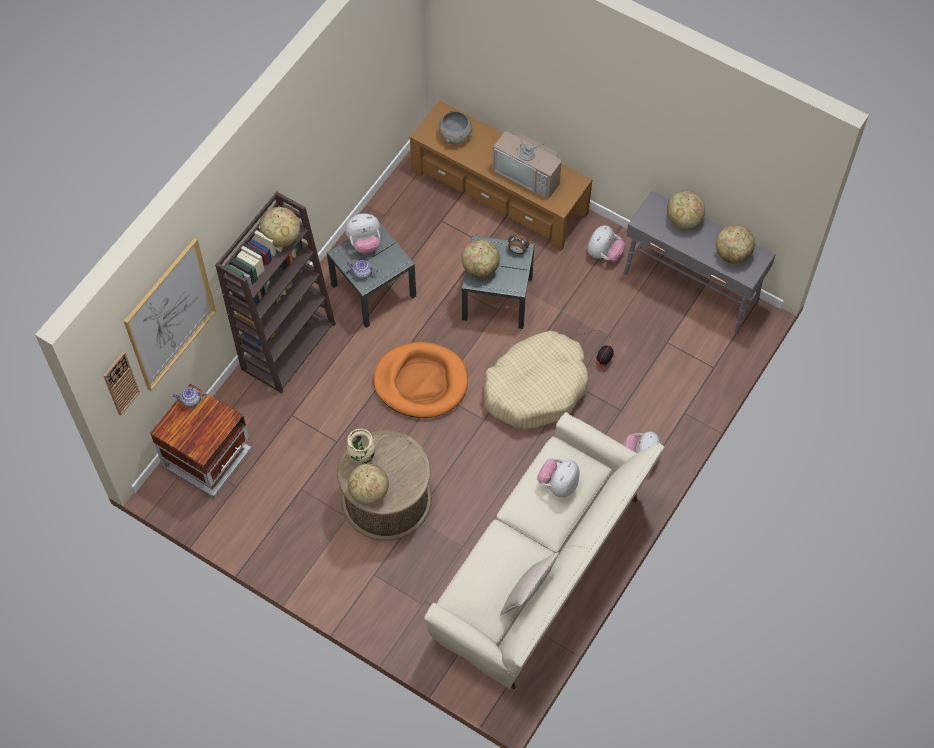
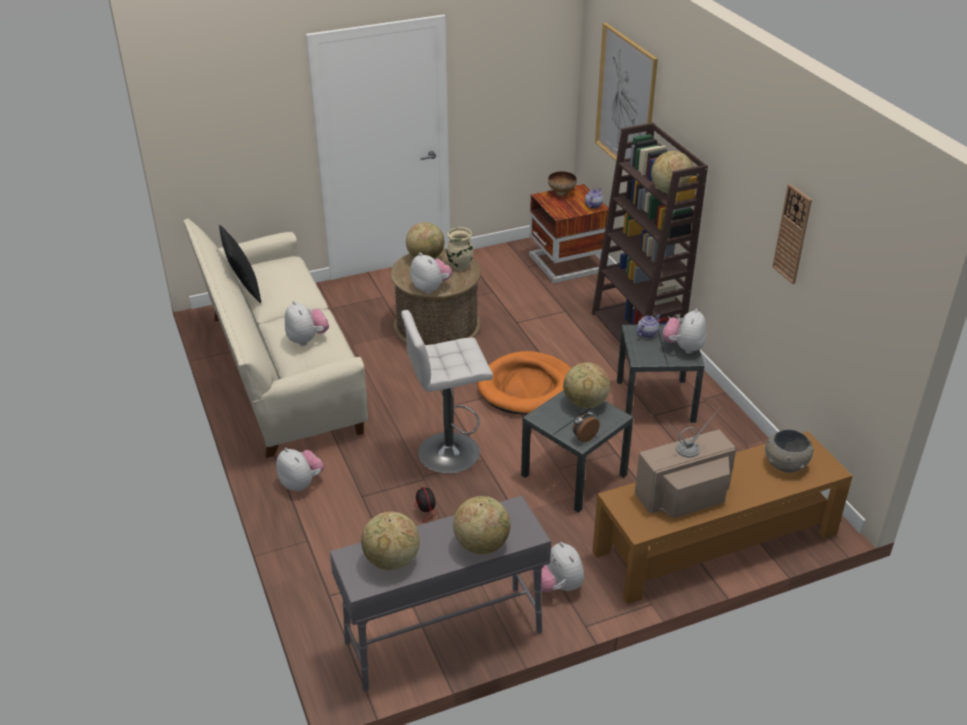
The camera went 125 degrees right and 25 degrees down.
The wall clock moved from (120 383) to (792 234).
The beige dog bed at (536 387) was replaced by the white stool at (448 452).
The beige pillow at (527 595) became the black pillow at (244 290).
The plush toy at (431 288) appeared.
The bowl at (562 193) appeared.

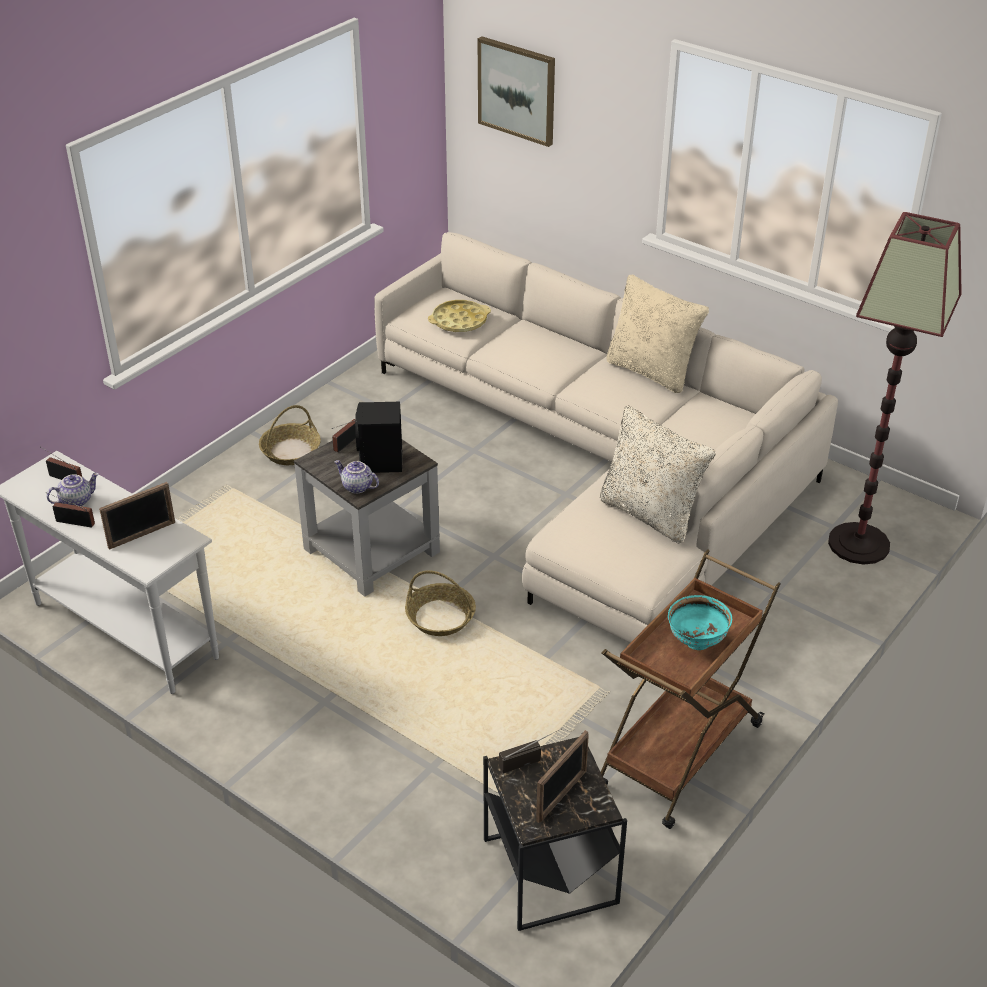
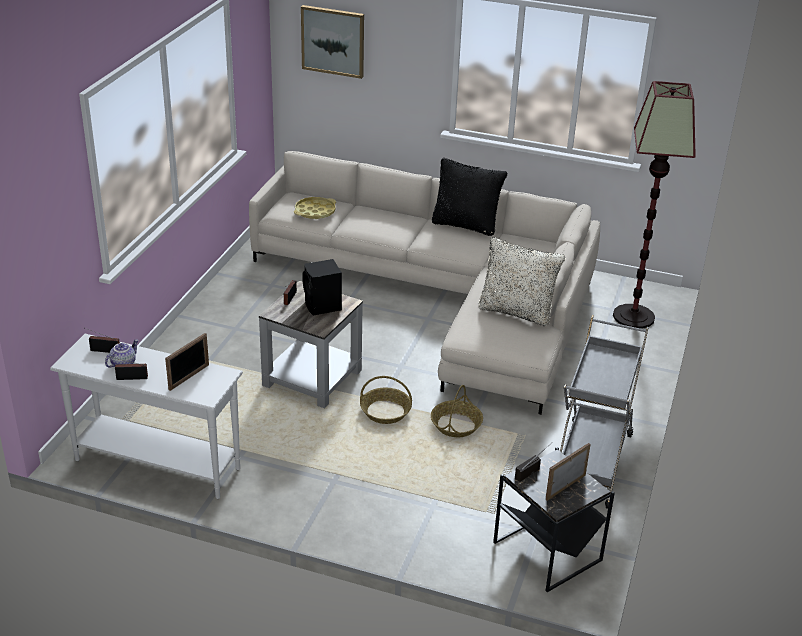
The camera went 20 degrees left and 5 degrees down.
The basket moved from (291 451) to (456 424).
The teapot at (356 487) disappeared.
The picture frame at (562 795) turned 150 degrees counterclockwise.
The brown cart at (678 757) became the grey cart at (590 465).
The beige pillow at (651 374) became the black pillow at (465 227).
The turquoise bowl at (697 642) disappeared.

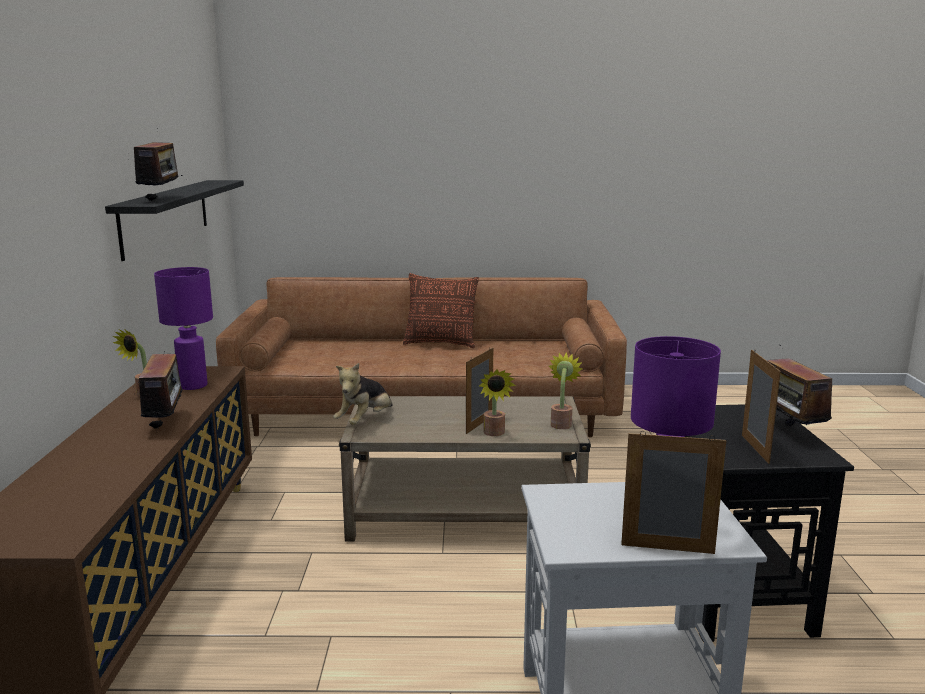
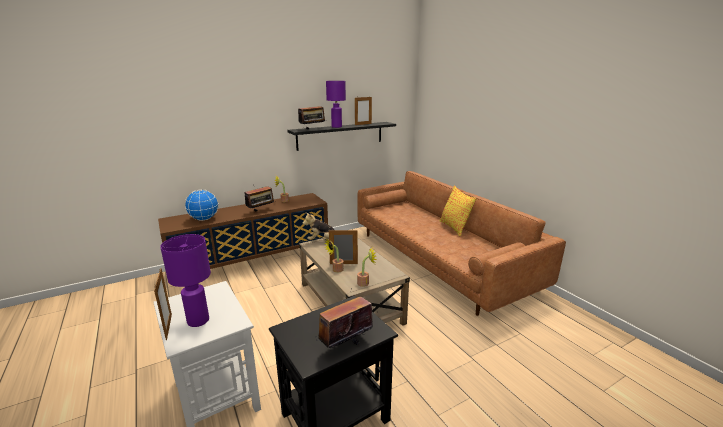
The camera went 60 degrees right and 5 degrees up.
The purple table lamp moved from (193 385) to (337 127).
The brown pillow at (441 343) became the yellow pillow at (454 228).
The picture frame moved from (755 449) to (363 124).
The globe at (204 219) appeared.

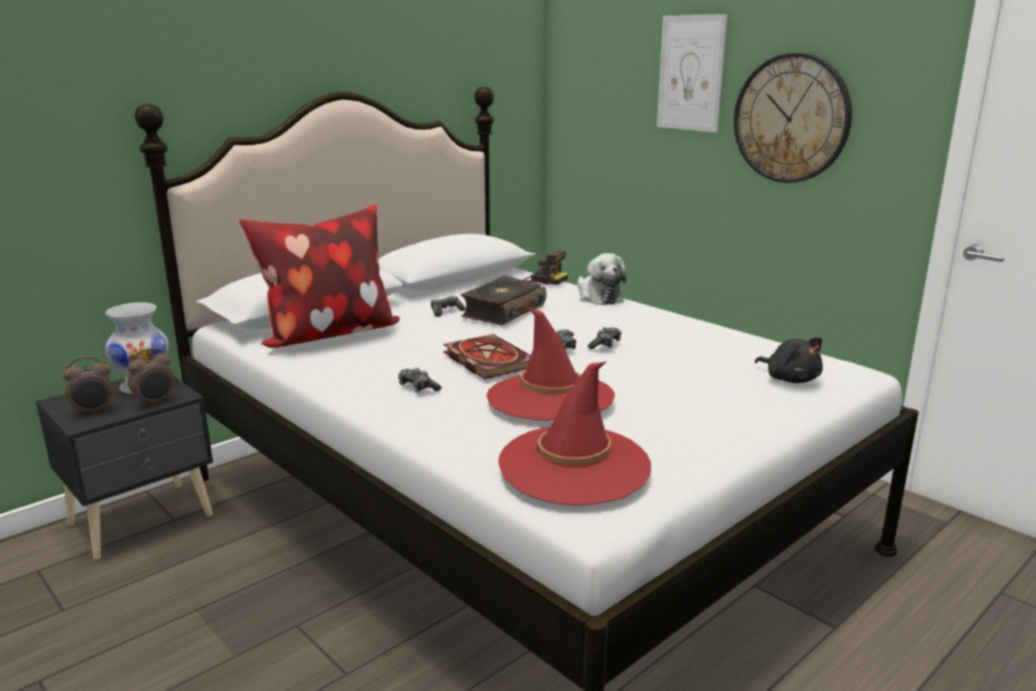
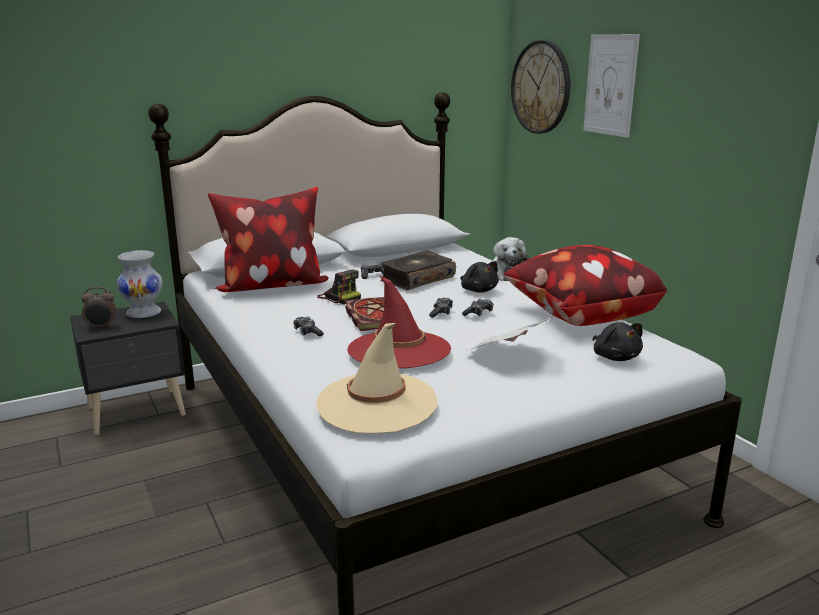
The camera went 15 degrees right and 0 degrees up.
The alarm clock at (155 402) disappeared.
The red hat at (574 465) became the beige hat at (377 403).
The photo camera moved from (544 279) to (339 297).
The wall clock moved from (791 118) to (541 87).
The black plush toy at (478 290) appeared.
The newspaper at (507 355) appeared.
The pillow at (579 316) appeared.

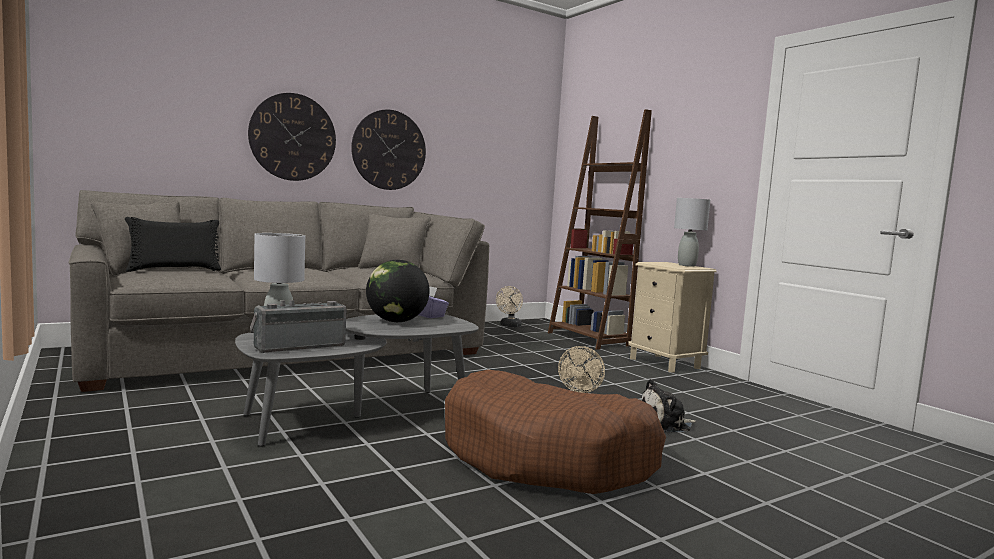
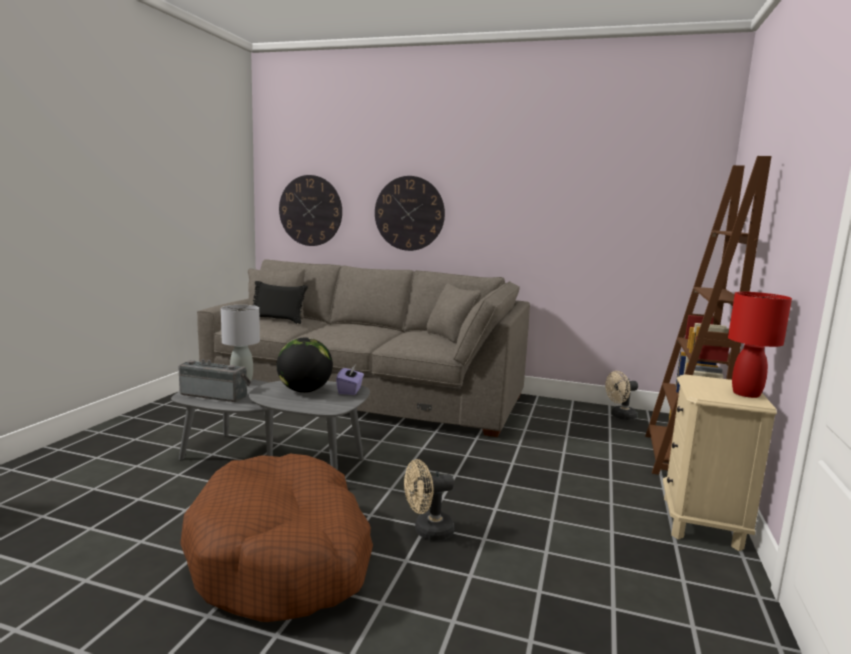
The camera went 50 degrees right and 5 degrees up.
The wall clock moved from (389 150) to (310 210).
The plush toy at (666 424) disappeared.
The grey table lamp at (687 265) became the red table lamp at (746 394).

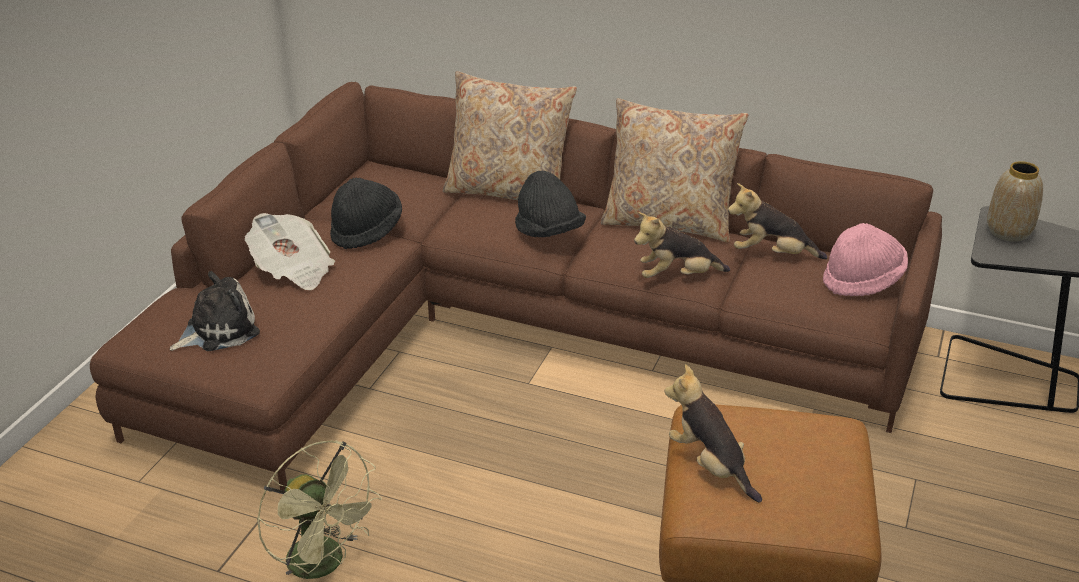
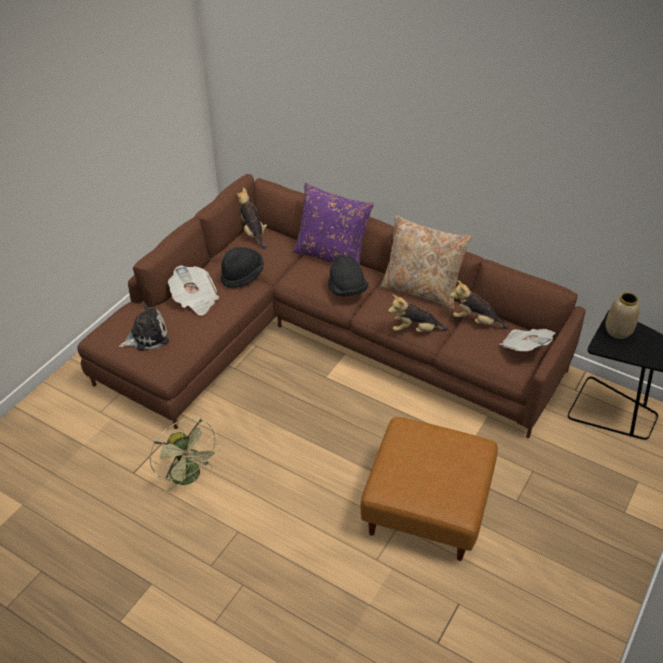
The camera went 10 degrees right and 10 degrees up.
The beige pillow at (508 191) became the purple pillow at (331 255).
The plush toy moved from (710 465) to (253 233).
The pink hat at (862 281) was replaced by the newspaper at (524 348).

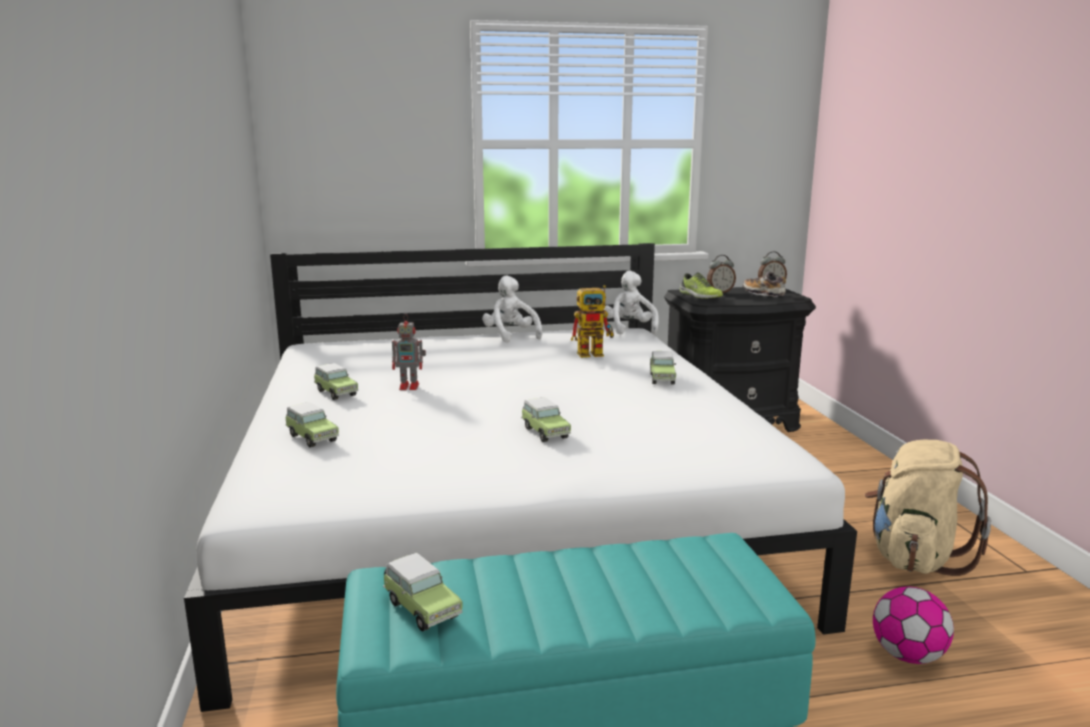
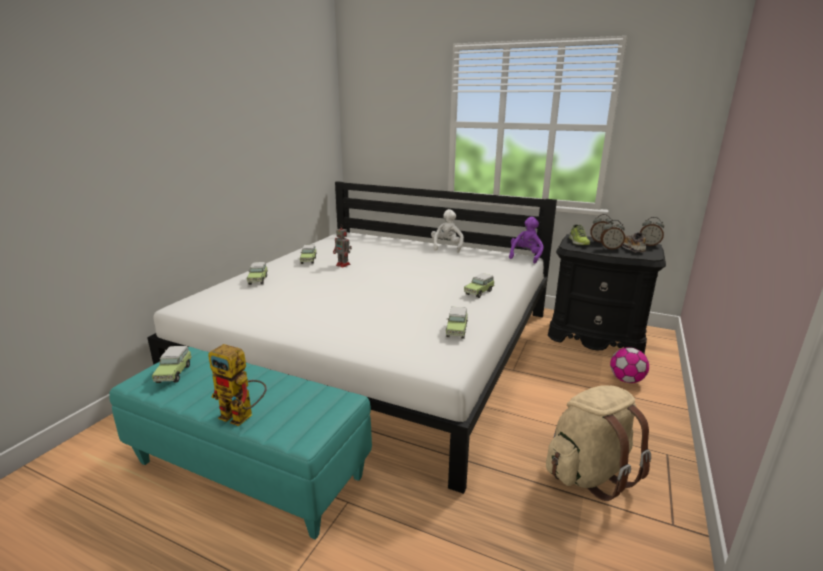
The camera went 35 degrees right and 5 degrees up.
The toy car moved from (544 432) to (456 330).
The toy robot moved from (595 353) to (243 416).
The white plush toy at (629 329) became the purple plush toy at (525 256).
The football moved from (907 656) to (626 380).
The alarm clock at (610 248) appeared.

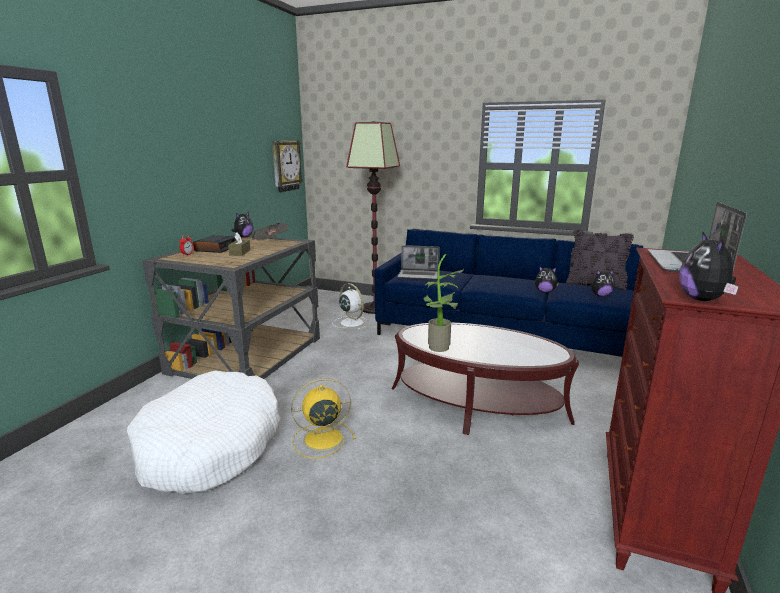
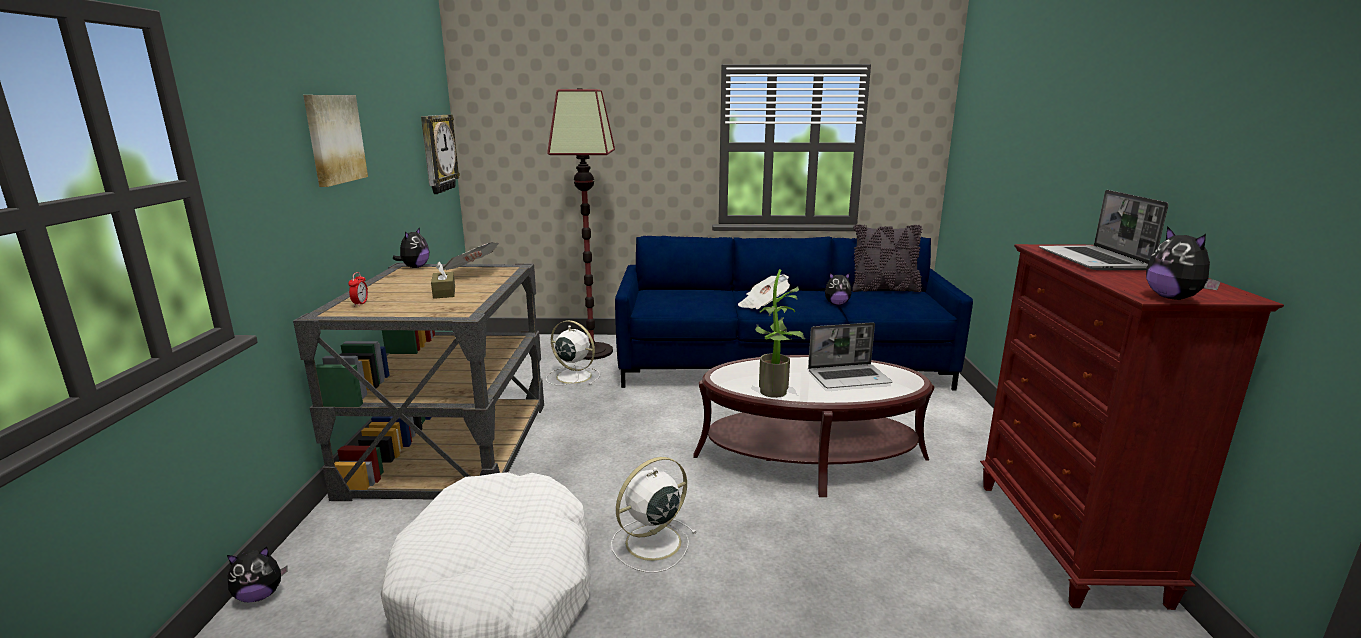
The camera went 20 degrees left and 0 degrees up.
The alarm clock at (216 248) disappeared.
The yellow fan at (321 439) became the white fan at (651 543).
The laptop moved from (419 275) to (849 377).
The plush toy moved from (600 295) to (260 595).
The picture at (334 139) appeared.
The newspaper at (763 305) appeared.

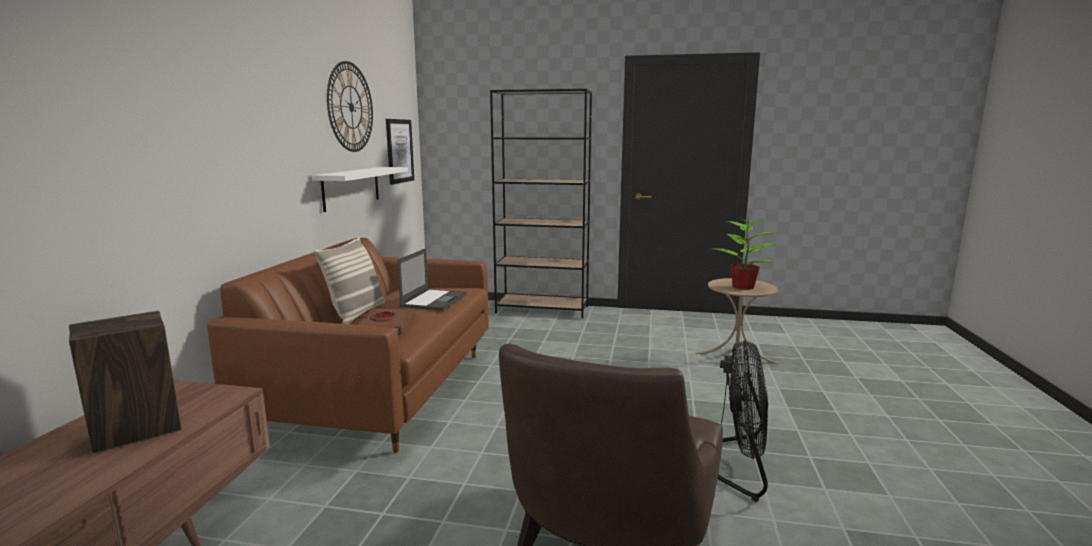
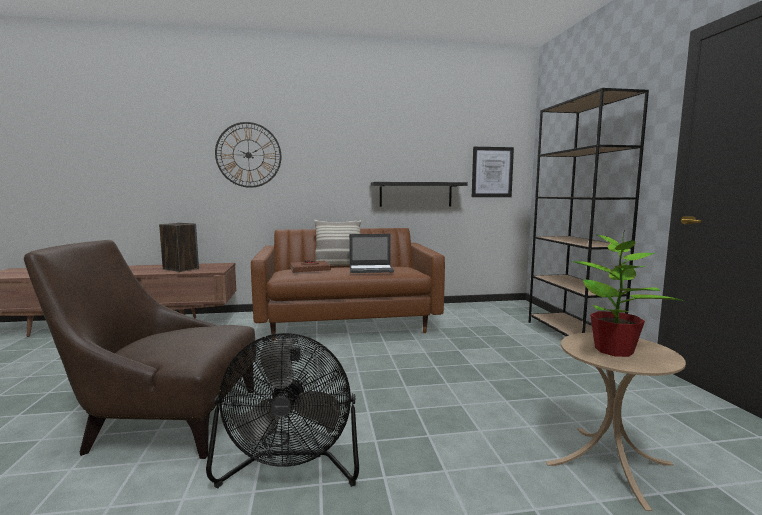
The camera went 70 degrees right and 5 degrees down.
The white shelf at (351 188) became the black shelf at (415 194).
The wall clock moved from (351 107) to (248 155).

